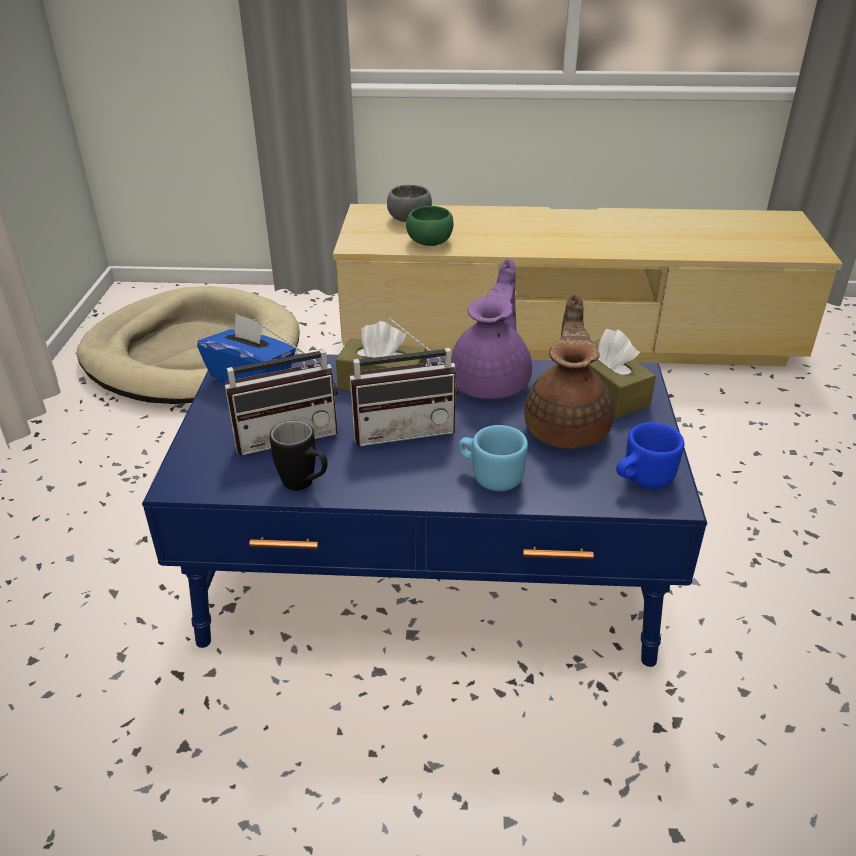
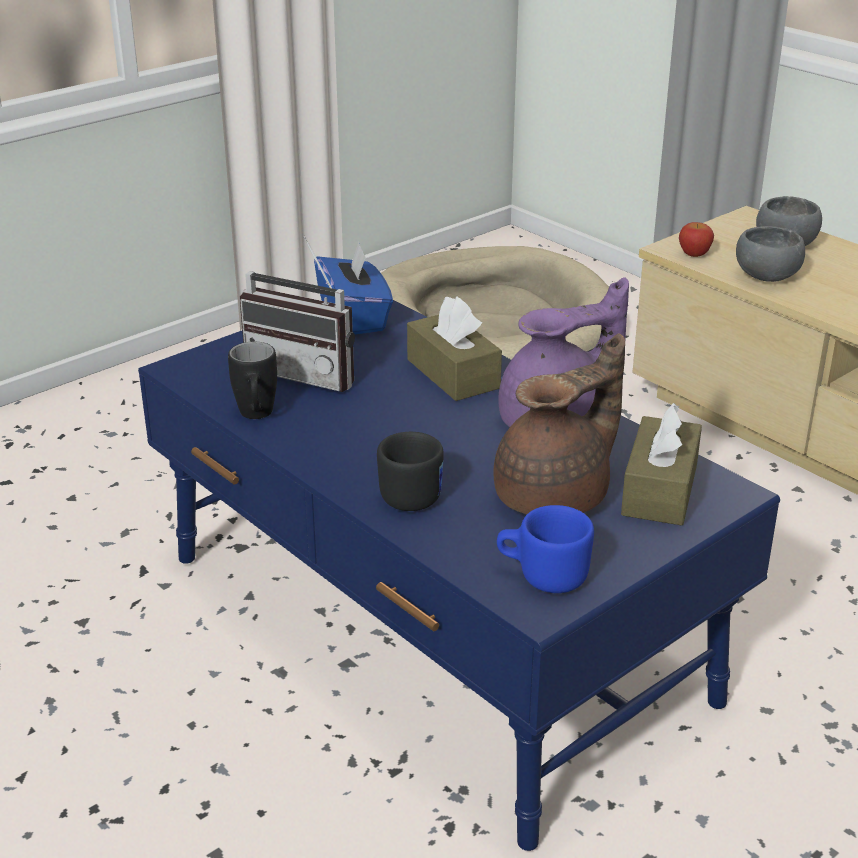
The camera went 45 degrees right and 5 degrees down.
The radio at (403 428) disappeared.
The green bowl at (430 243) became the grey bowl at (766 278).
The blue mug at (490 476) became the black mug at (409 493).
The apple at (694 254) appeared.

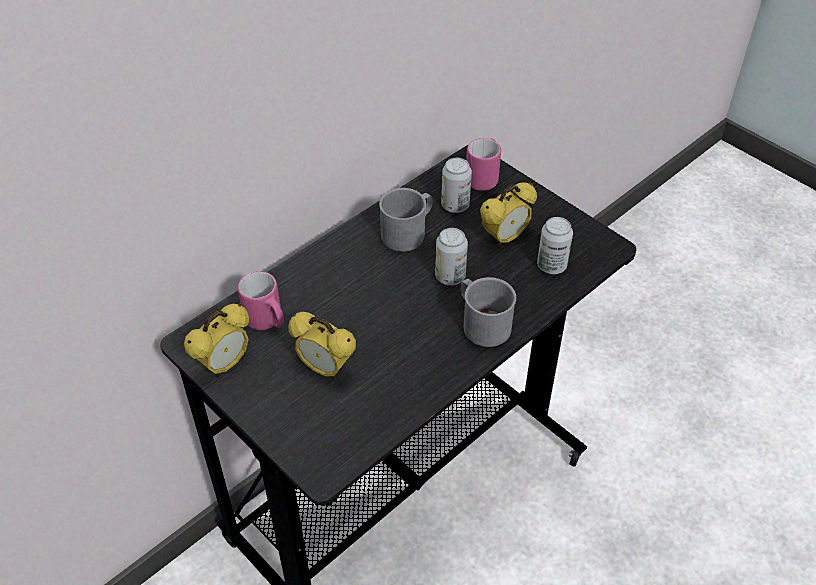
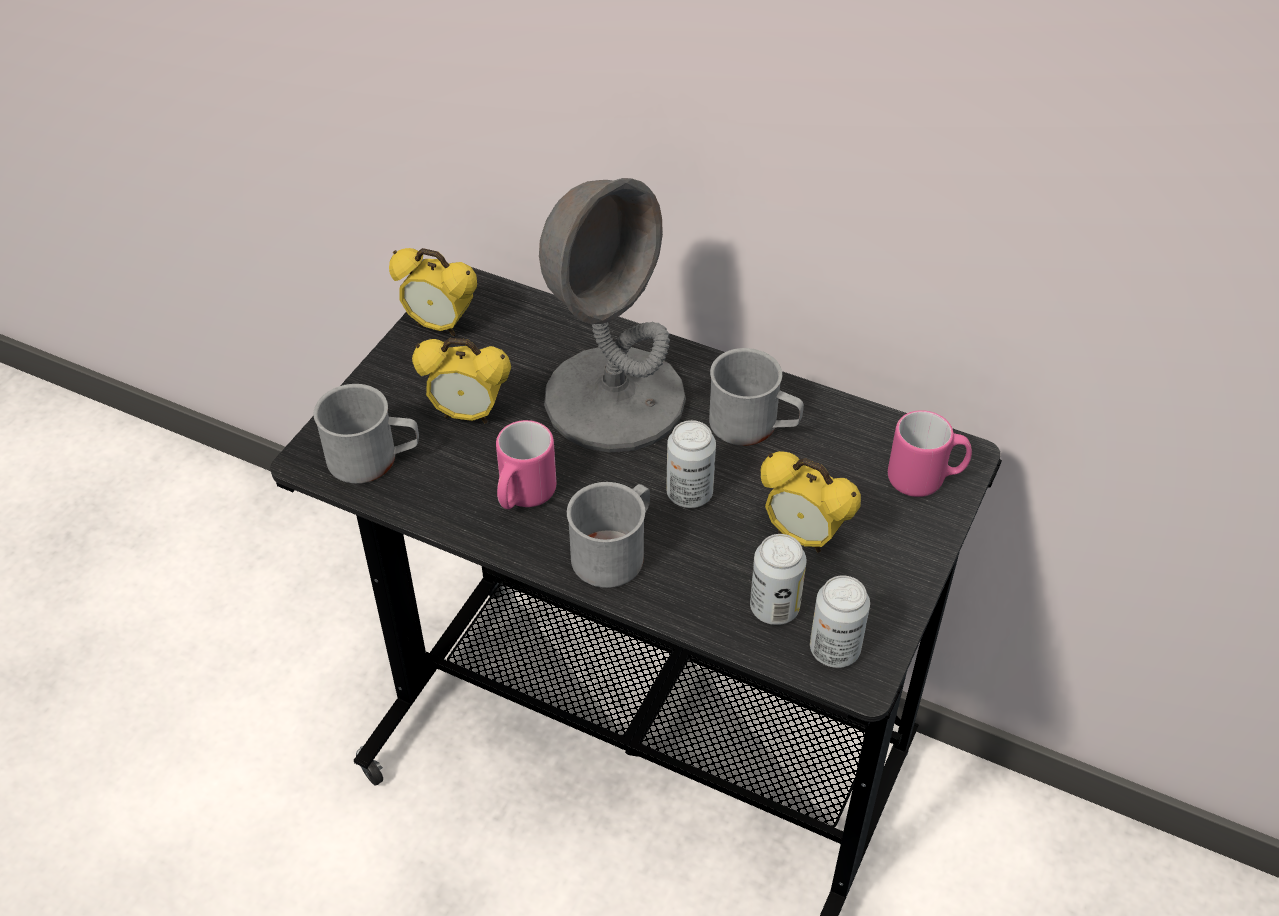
The camera went 70 degrees right and 0 degrees up.
The pink mug moved from (267 322) to (523 496).
The alarm clock at (325 369) turned 90 degrees counterclockwise.
The can moved from (455 205) to (834 649).
The grey mug at (373 458) appeared.
The grey table lamp at (615 400) appeared.

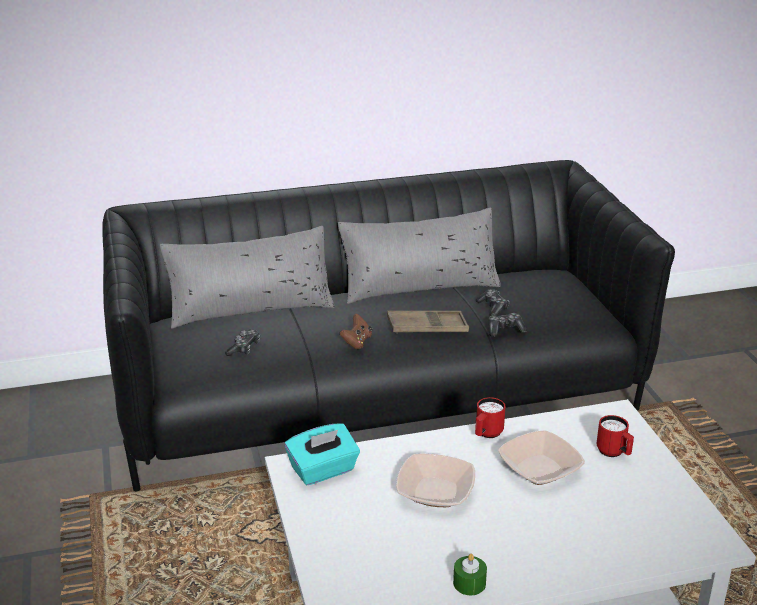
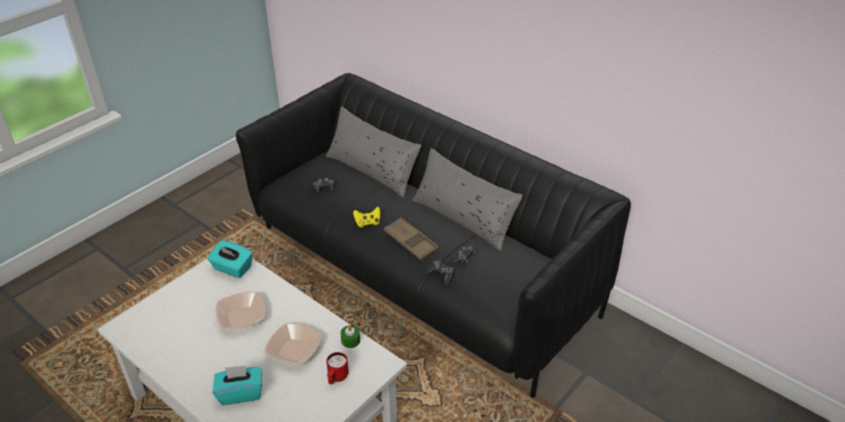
The camera went 55 degrees right and 10 degrees up.
The brown game controller at (357 342) became the yellow game controller at (367 223).
The green candle moved from (469 583) to (350 340).
The red mug at (486 434) disappeared.
The turquoise tissue box at (240 393) appeared.

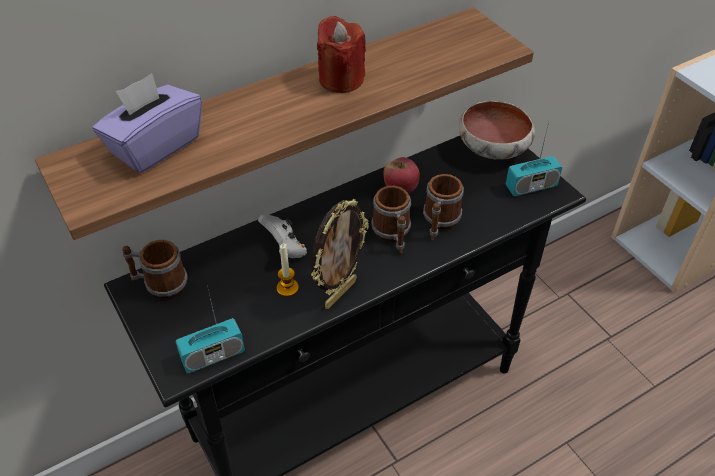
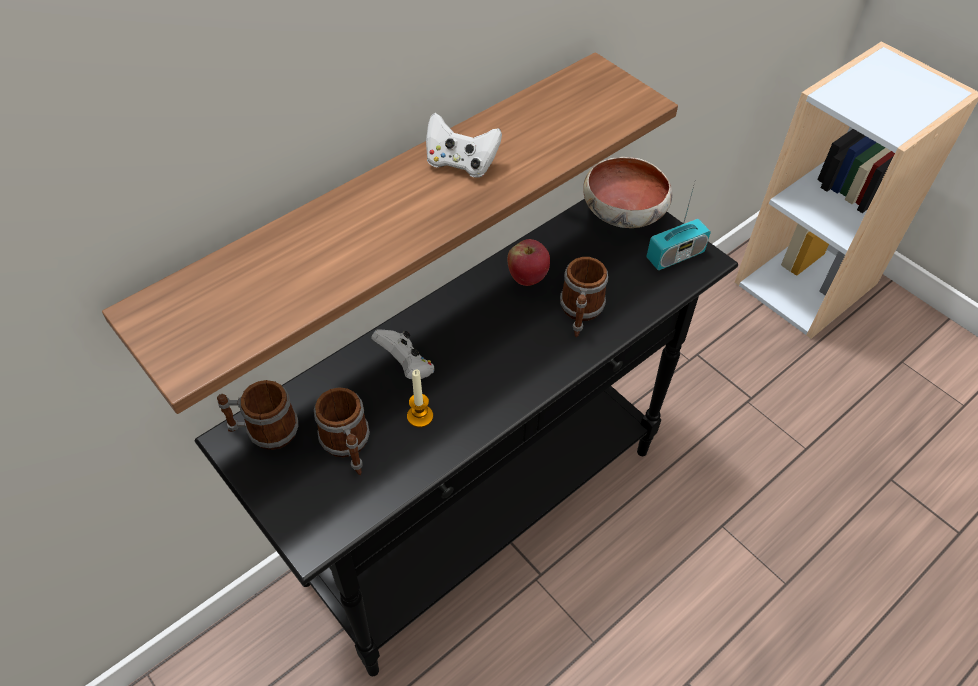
The camera went 10 degrees left and 5 degrees up.
The purple tissue box at (155 146) disappeared.
The radio at (213 355) disappeared.
The picture frame at (339 293) disappeared.
The red candle at (341 79) was replaced by the white game controller at (461 163).
The mug moved from (393 235) to (348 446).

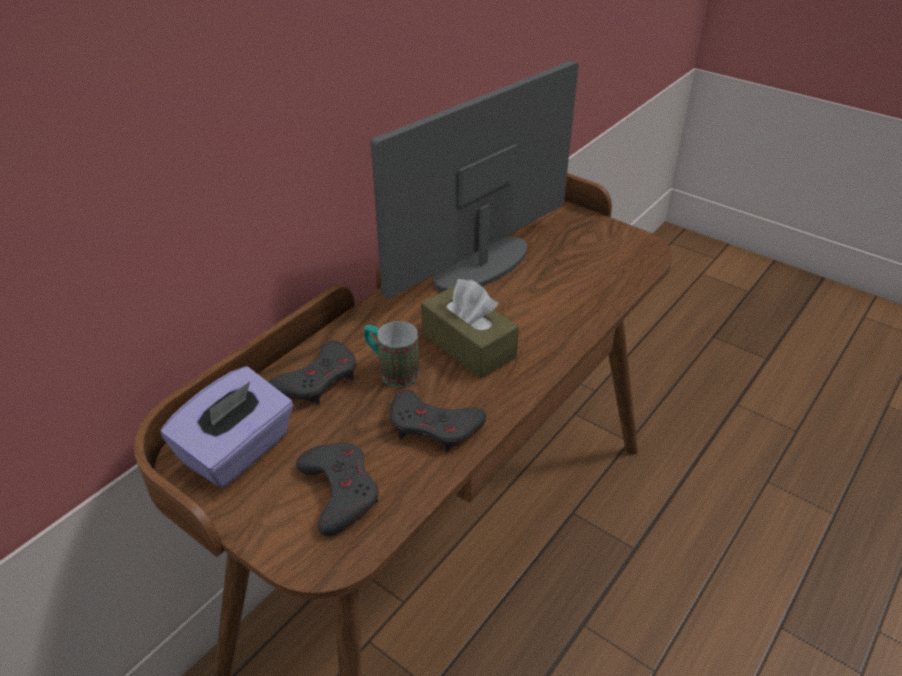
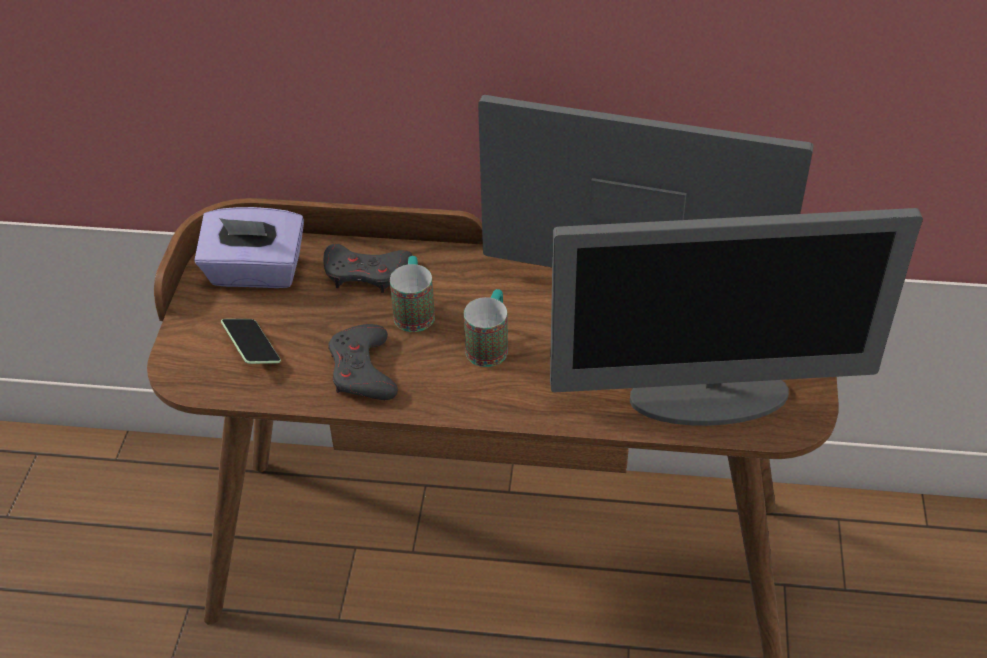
The camera went 60 degrees right and 5 degrees up.
The grey game controller at (339 491) was replaced by the phone at (252 349).
The brown tissue box at (468 345) was replaced by the mug at (490 344).
The monitor at (710 397) appeared.

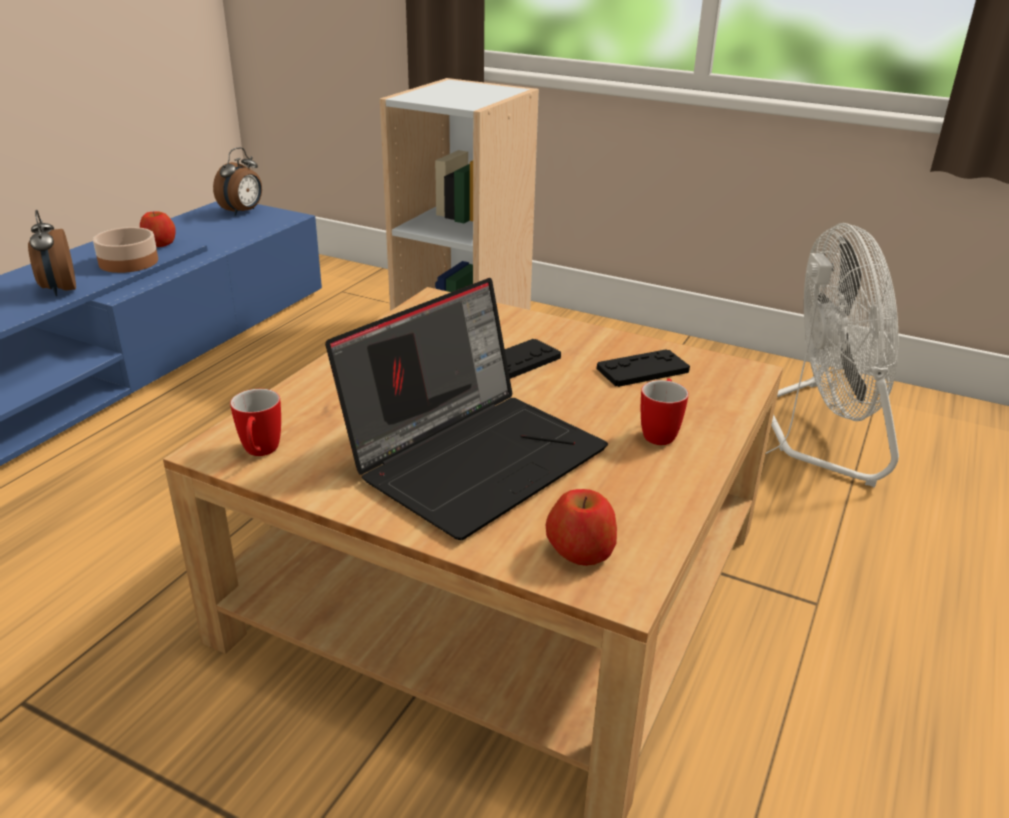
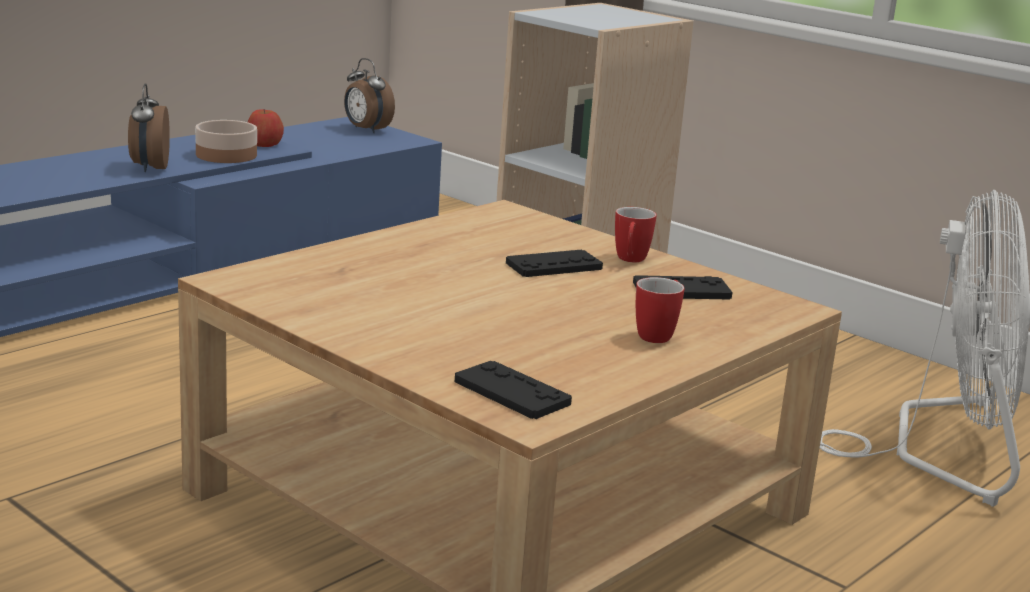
The camera went 15 degrees right and 10 degrees down.
The alarm clock at (243 212) turned 90 degrees clockwise.
The mug moved from (260 453) to (630 260).
The laptop at (475 456) disappeared.
The apple at (580 550) was replaced by the black game controller at (512 392).

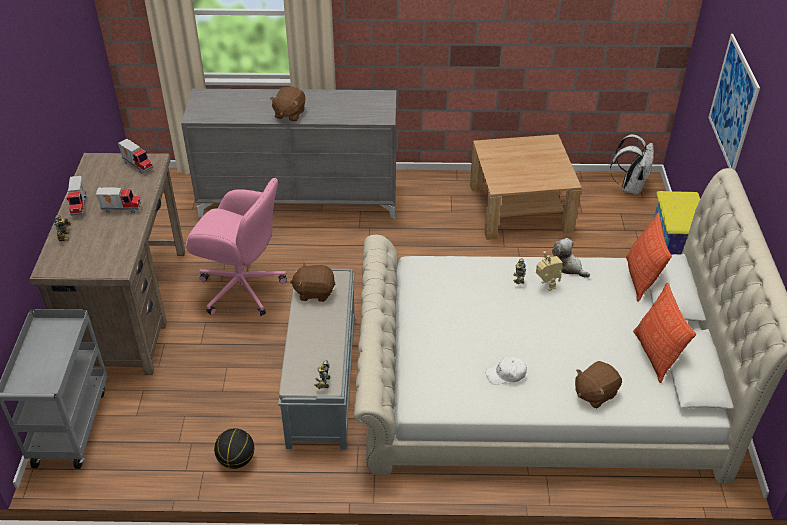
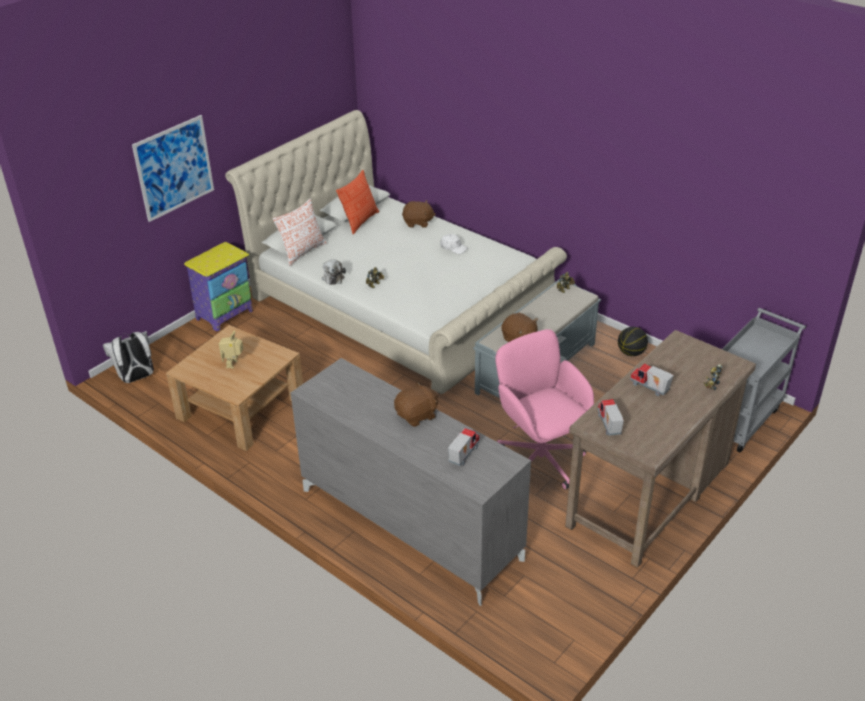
The camera went 140 degrees left and 5 degrees down.
The toy truck moved from (80 205) to (462 455).
The toy robot moved from (546 286) to (234 364).
The orange pillow at (641 279) became the white pillow at (303 252).

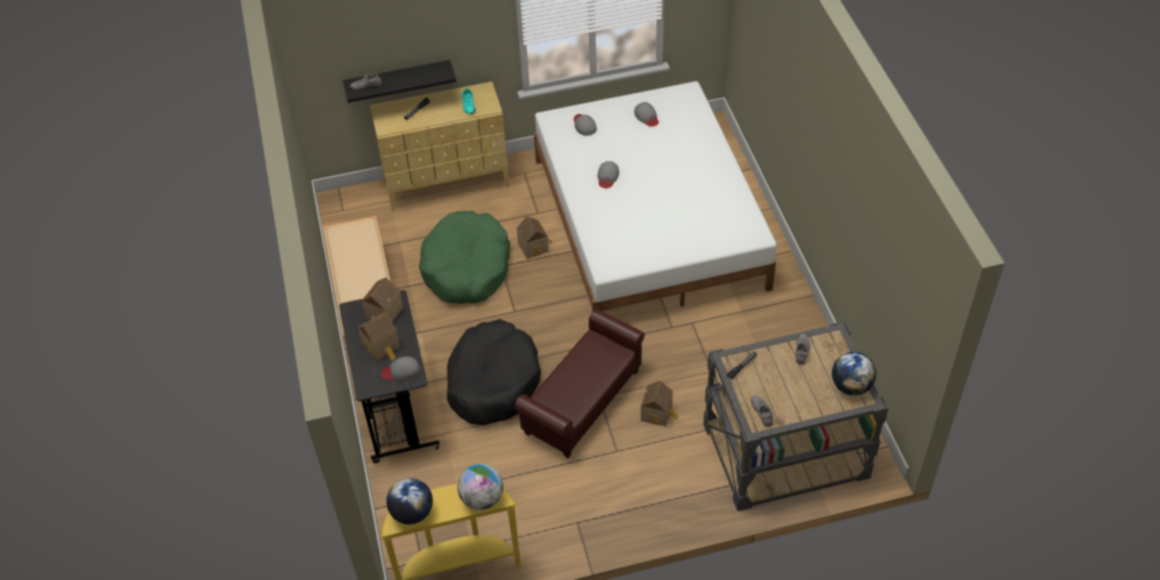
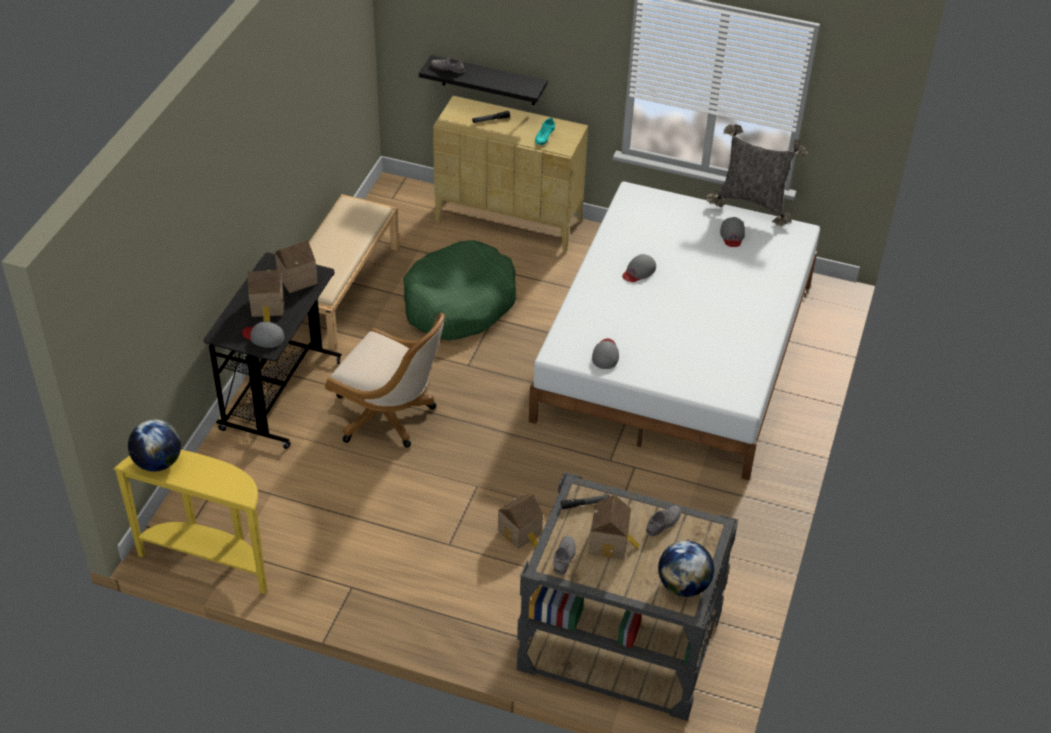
The camera went 30 degrees right and 5 degrees down.
The black dog bed at (492 381) was replaced by the office chair at (390 416).
The globe at (482 498) disappeared.
The brown ottoman at (582 402) disappeared.
The toy house moved from (534 246) to (611 542).
The grey cap moved from (584 125) to (605 355).
The pillow at (752 208) appeared.

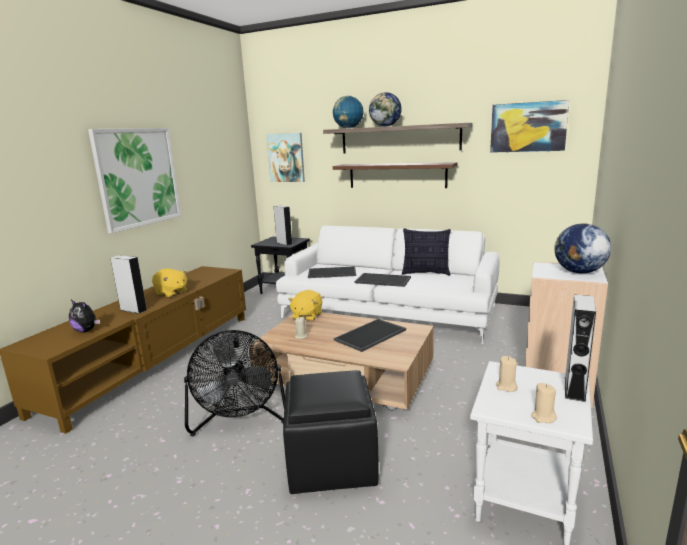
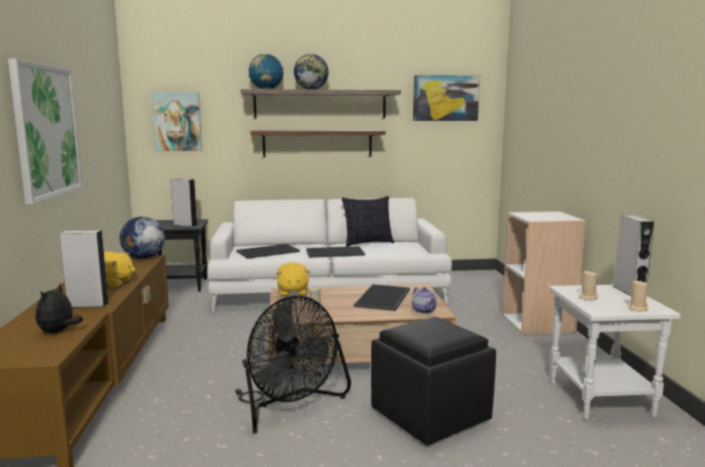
The camera went 30 degrees left and 5 degrees down.
The plush toy at (86 331) turned 105 degrees clockwise.
The globe moved from (579 272) to (143 258).
The teapot at (424 310) appeared.

